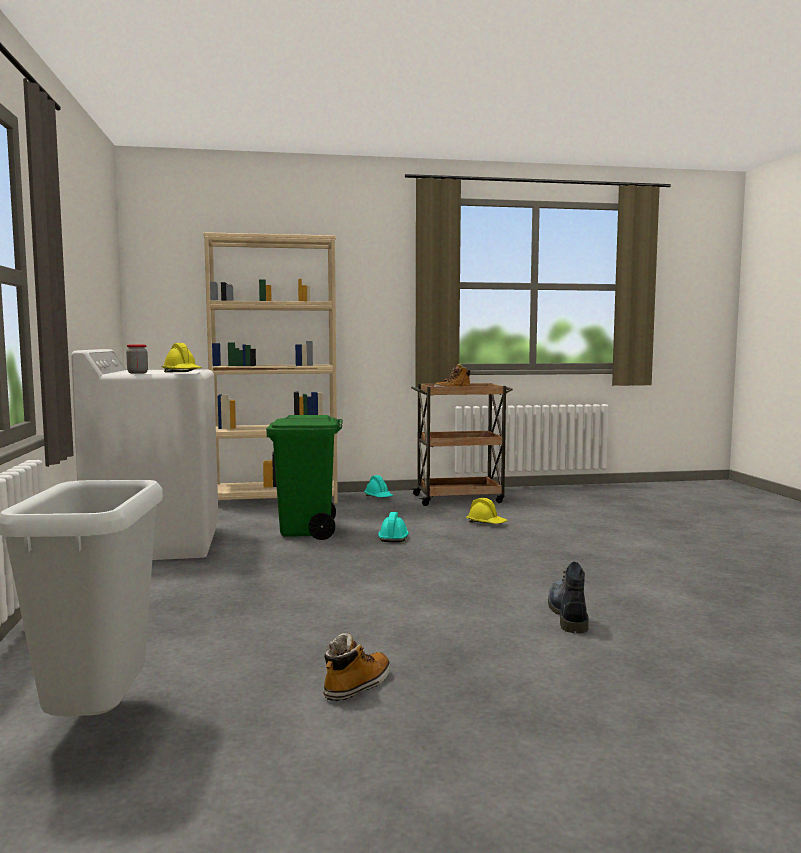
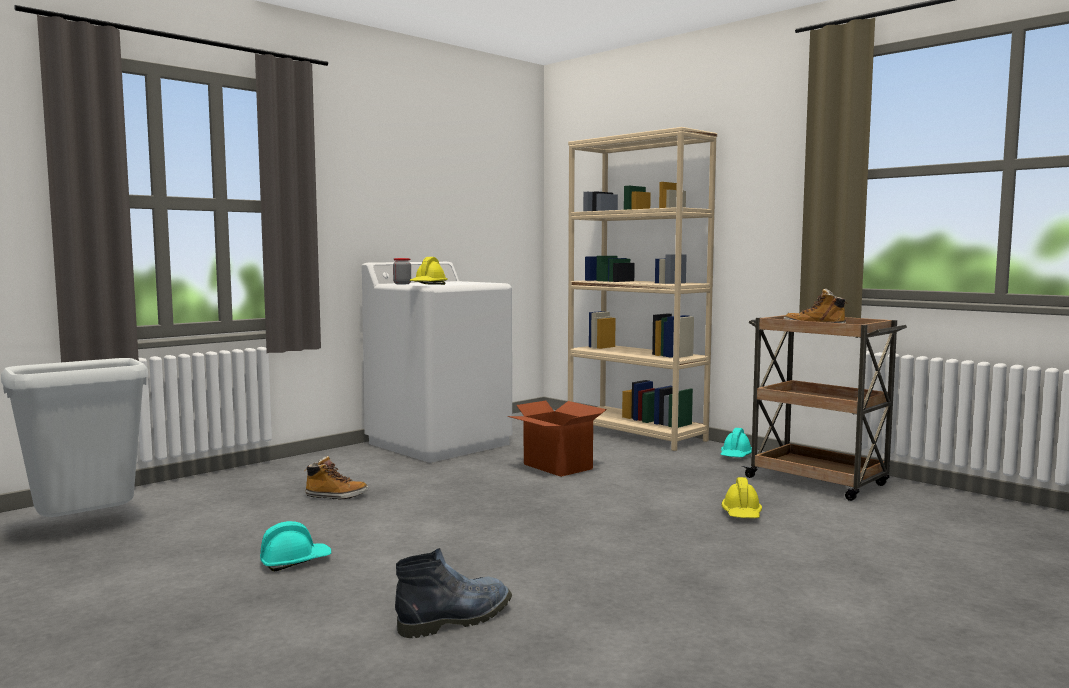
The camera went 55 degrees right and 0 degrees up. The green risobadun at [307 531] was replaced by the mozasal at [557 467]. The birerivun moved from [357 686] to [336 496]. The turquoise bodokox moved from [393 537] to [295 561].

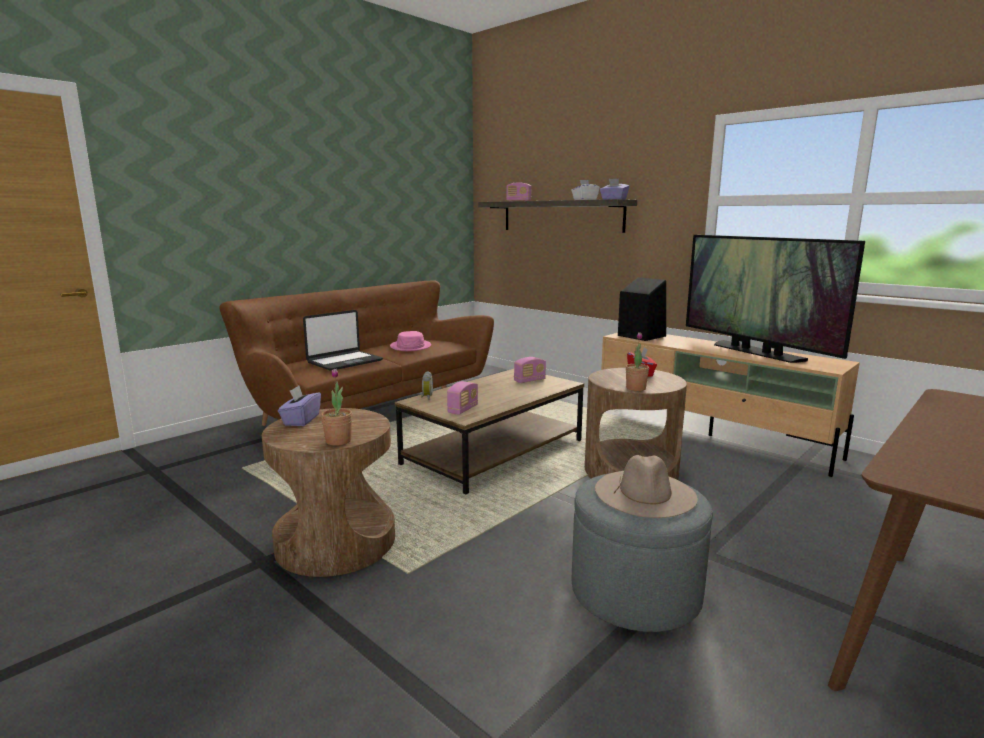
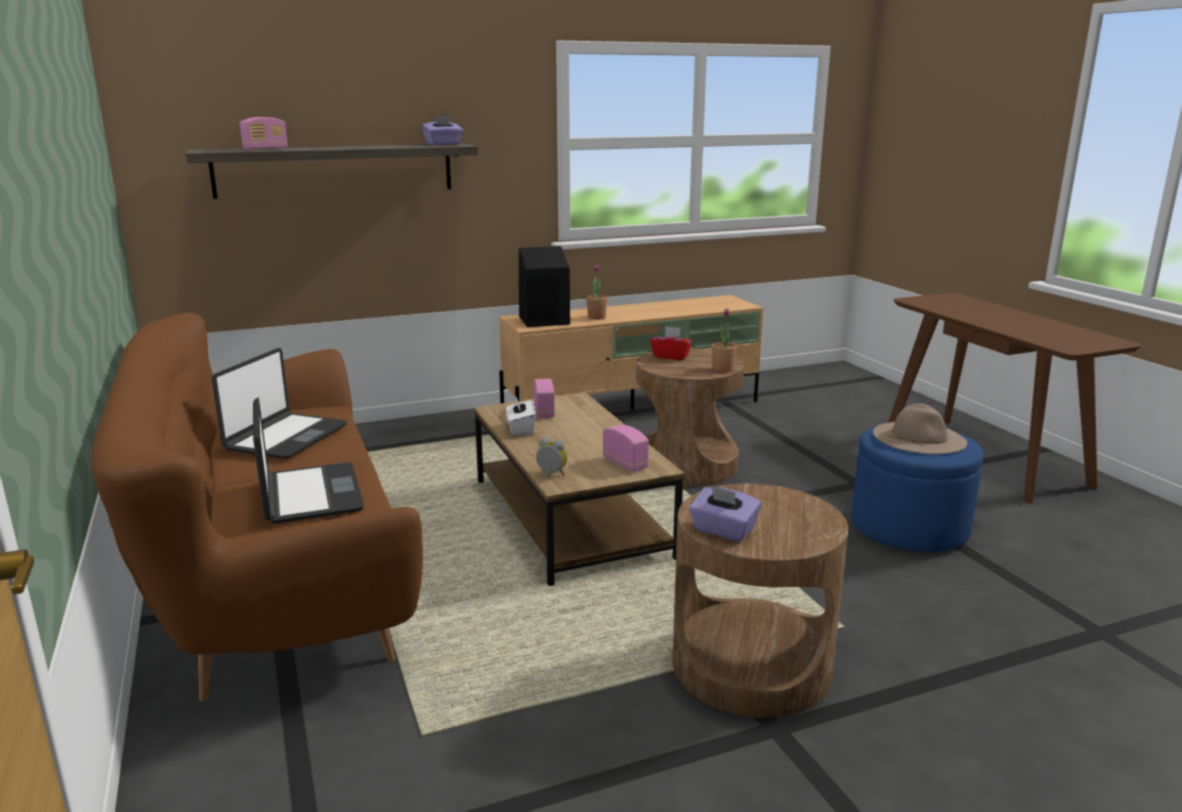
The camera went 65 degrees left and 5 degrees up. The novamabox moved from [338 441] to [596 317]. The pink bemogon at [410 346] was replaced by the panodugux at [285 437]. The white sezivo moved from [584 200] to [520 429]. The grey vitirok at [635 592] became the blue vitirok at [909 527]. The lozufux at [756 352] disappeared.

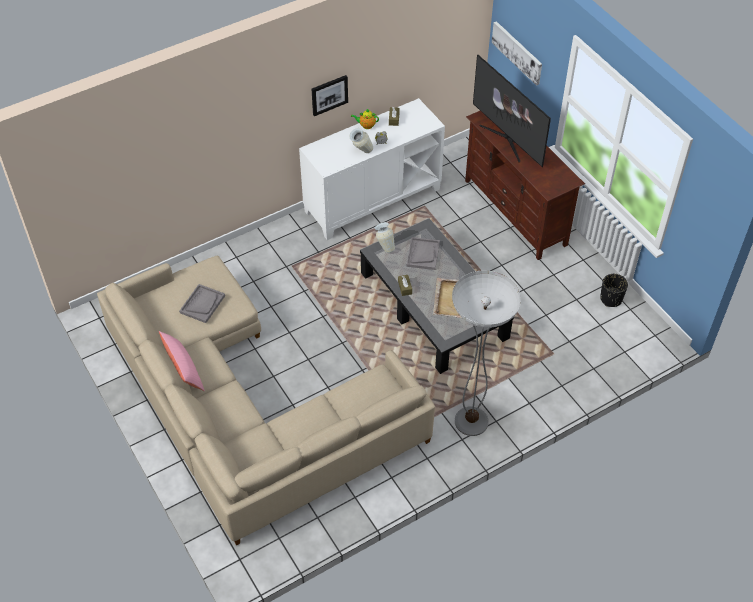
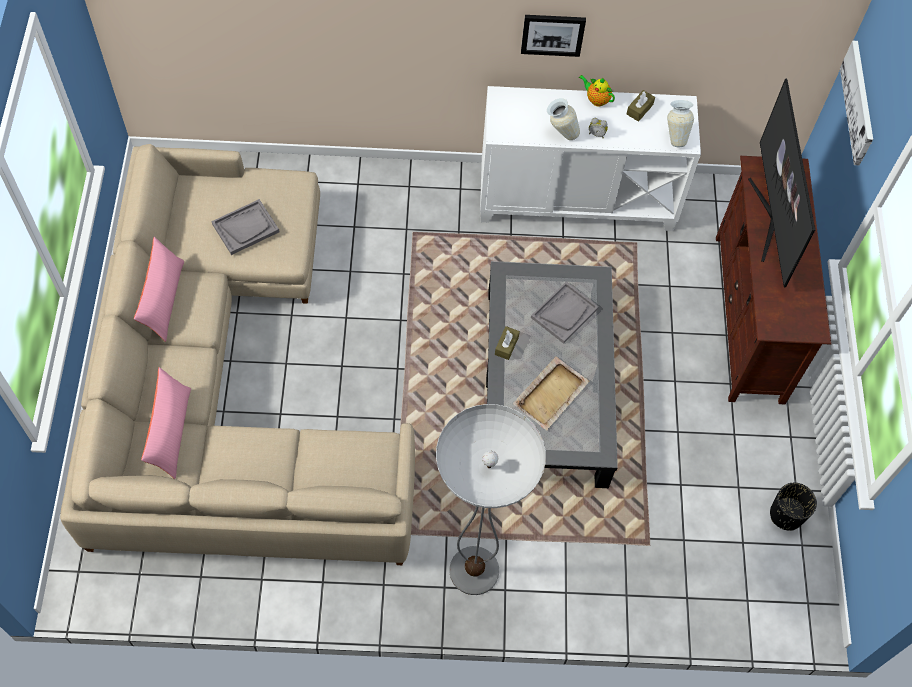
The camera went 30 degrees right and 10 degrees up. The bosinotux moved from [385 247] to [675 136]. The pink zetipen at [171 432] appeared.

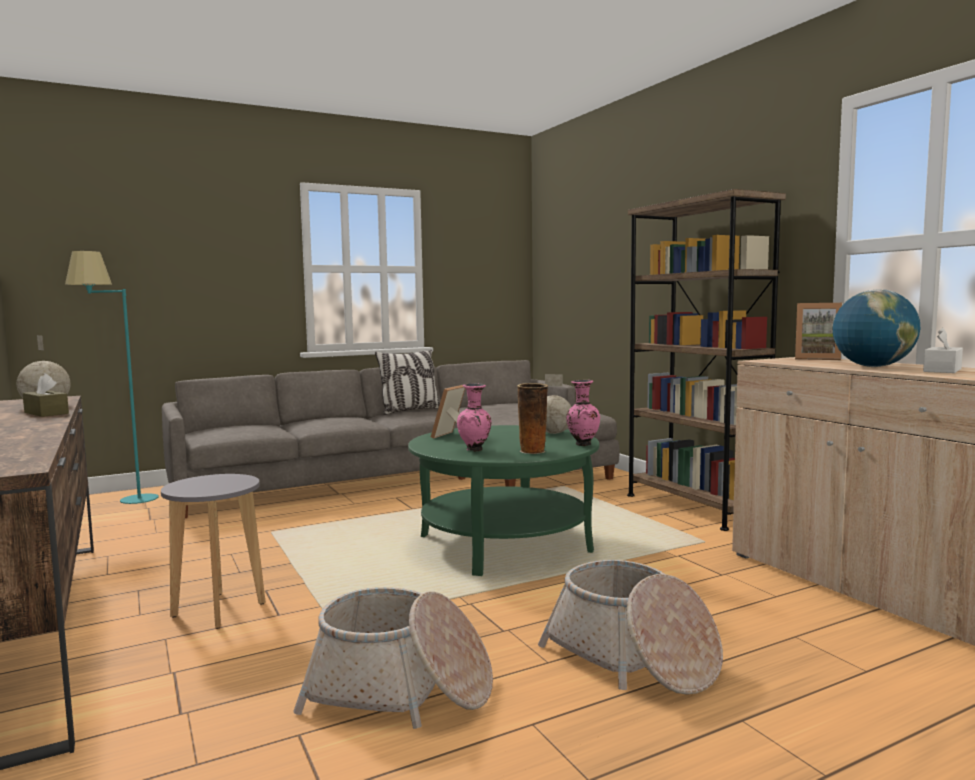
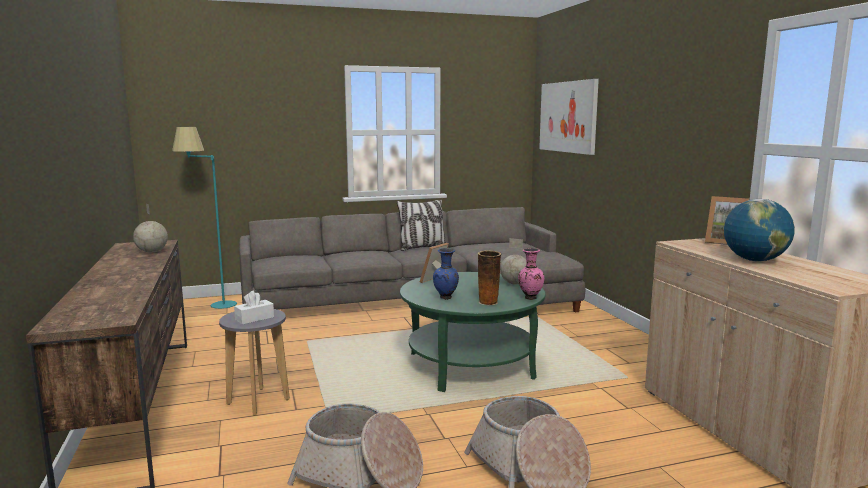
The camera went 10 degrees right and 5 degrees up. The brown sezivo at [46 413] disappeared. The pink bosinotux at [475 450] became the blue bosinotux at [446 298]. The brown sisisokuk at [694 507] disappeared. The white sezivo moved from [942 370] to [254 318]. The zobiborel at [568 117] appeared.

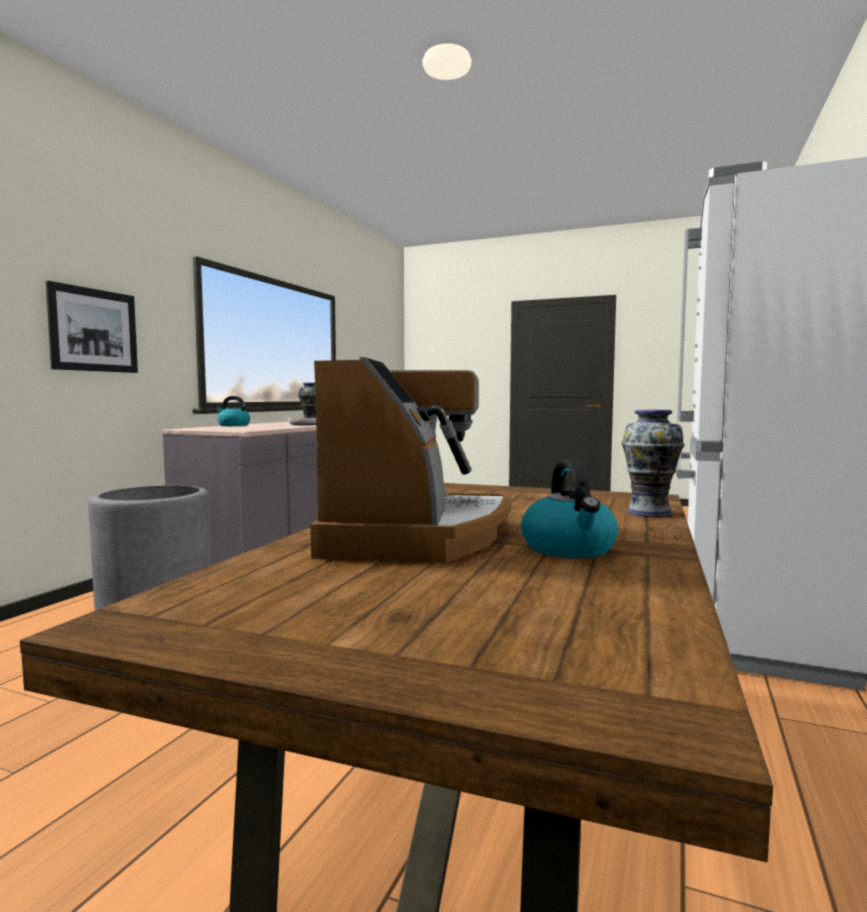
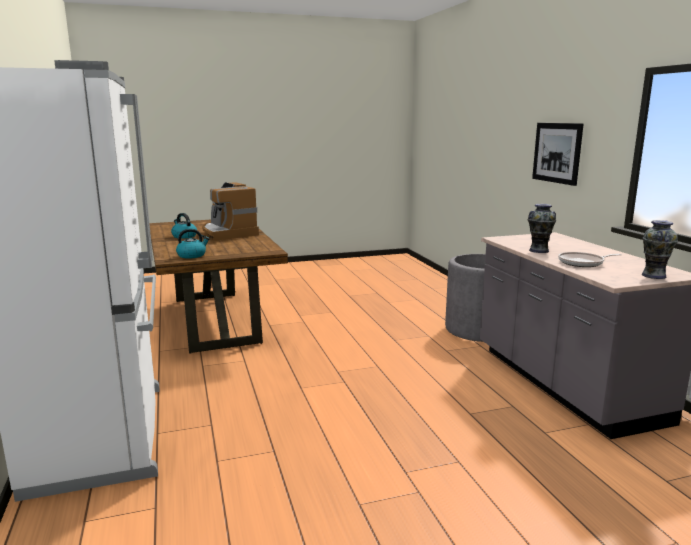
The camera went 140 degrees right and 10 degrees up. The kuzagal moved from [233 425] to [192 255]. The bosinotux moved from [649 513] to [539 250].

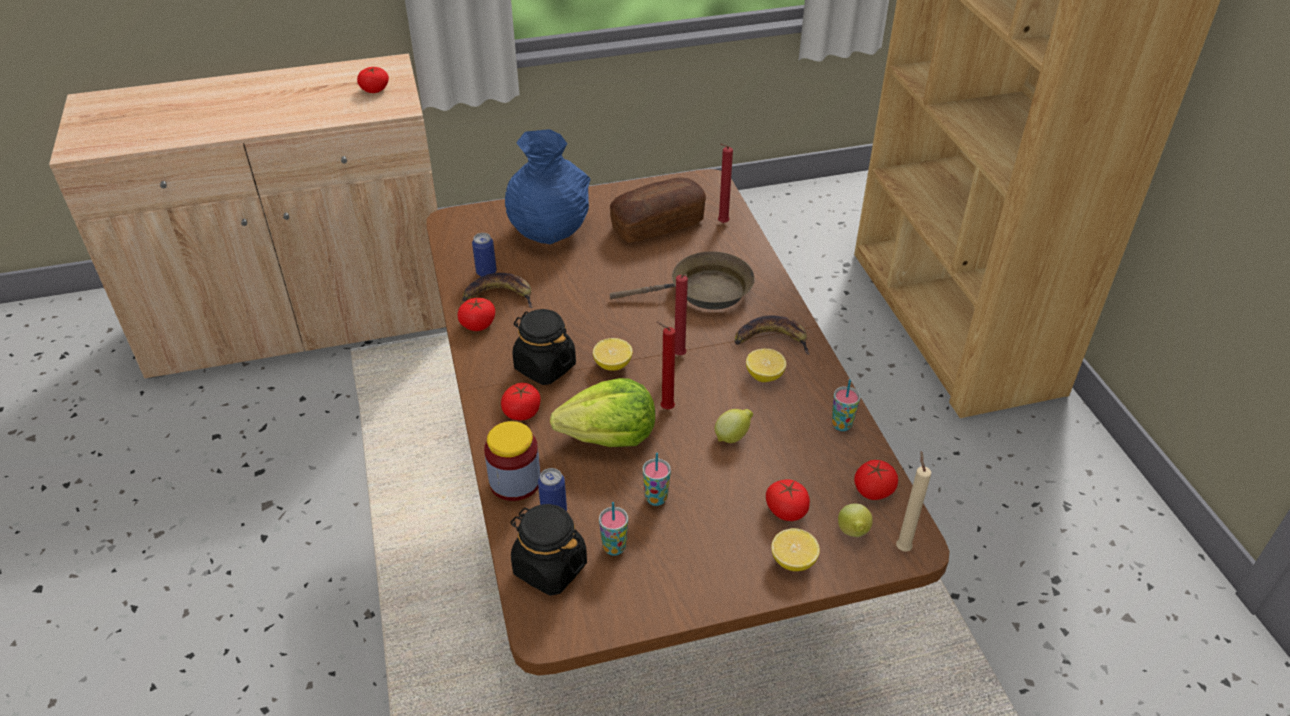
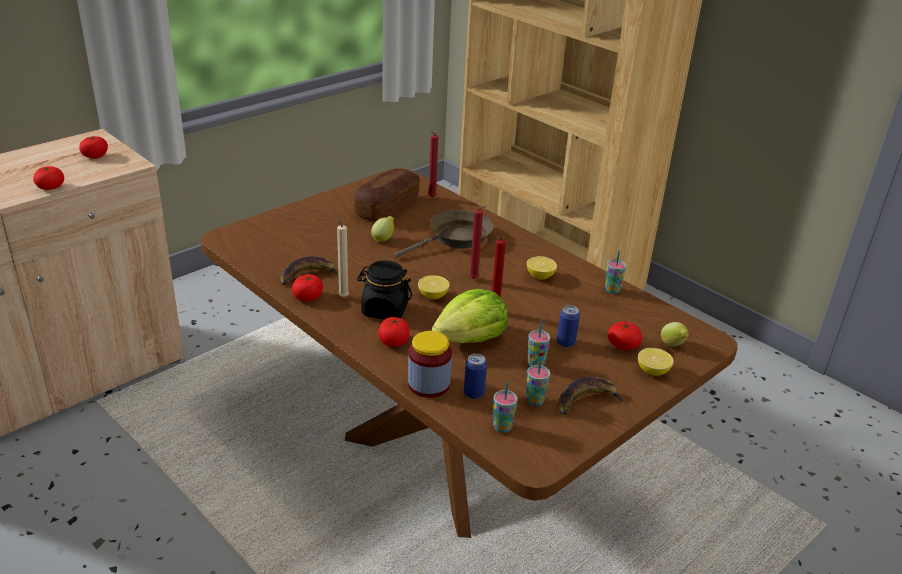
The camera went 30 degrees left and 10 degrees down. The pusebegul moved from [486 272] to [565 342]. The blue bosinotux at [549 229] disappeared. The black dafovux at [549 567] was replaced by the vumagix at [502 427]. The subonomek moved from [733 437] to [383 239]. The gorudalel moved from [772 339] to [587 401]. The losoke moved from [873 490] to [50 187]. The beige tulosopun moved from [902 547] to [342 296].

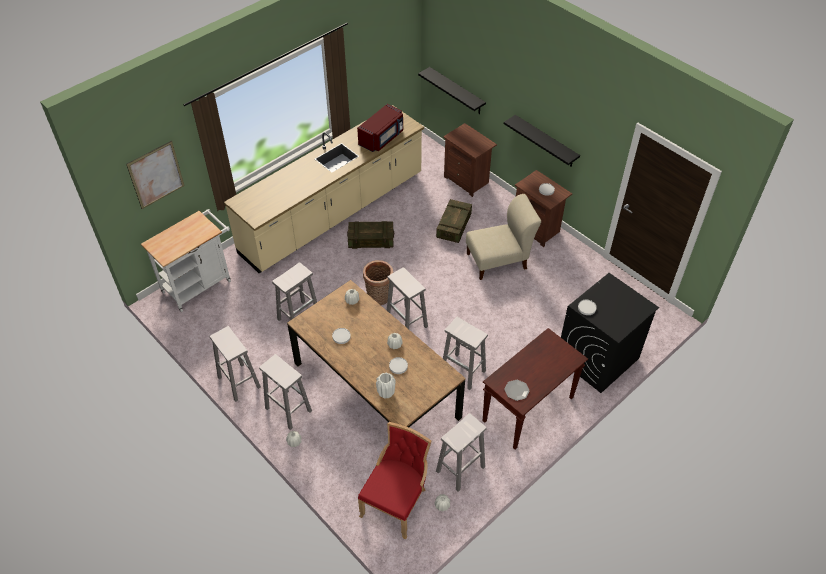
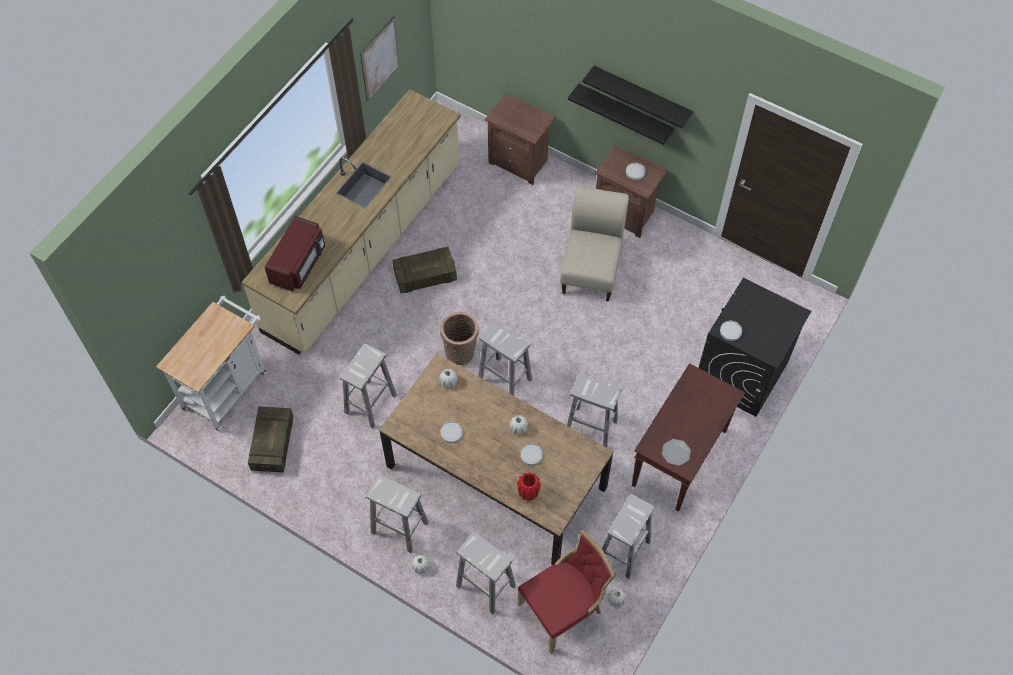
The camera went 15 degrees left and 10 degrees up. The zobiborel moved from [156 175] to [380 59]. The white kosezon moved from [238 382] to [485 585]. The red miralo moved from [382 138] to [299 264]. The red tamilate at [396 502] turned 45 degrees clockwise. The white bosinotux at [386 393] became the red bosinotux at [528 493]. The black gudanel moved from [456 91] to [641 96]. The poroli moved from [454 226] to [273 444]. The beige tamilate at [499 260] turned 45 degrees counterclockwise.

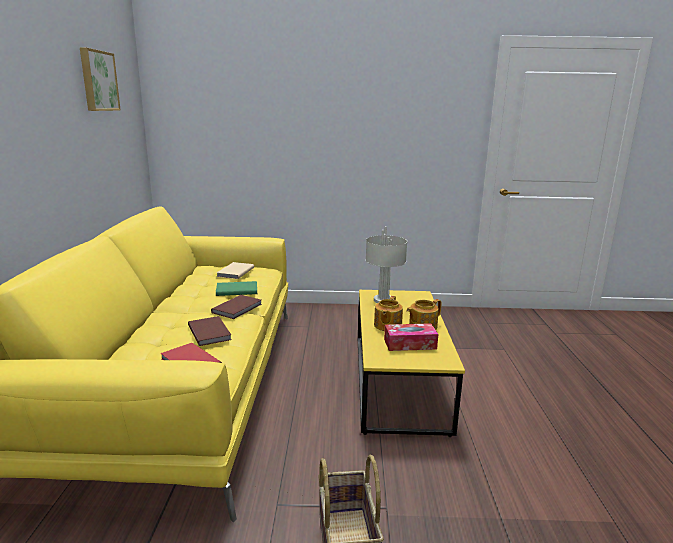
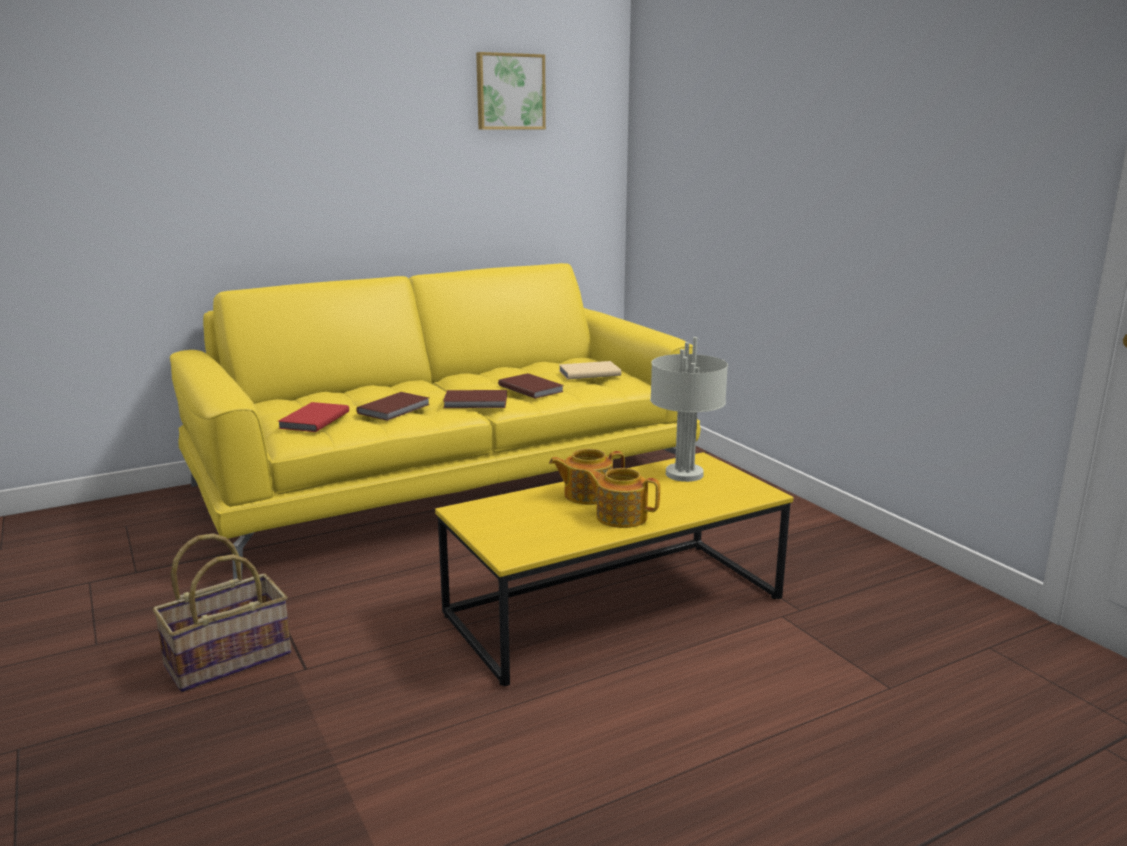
The camera went 60 degrees right and 0 degrees up. The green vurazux at [236 290] became the brown vurazux at [531 388]. The sezivo at [410 344] disappeared.

